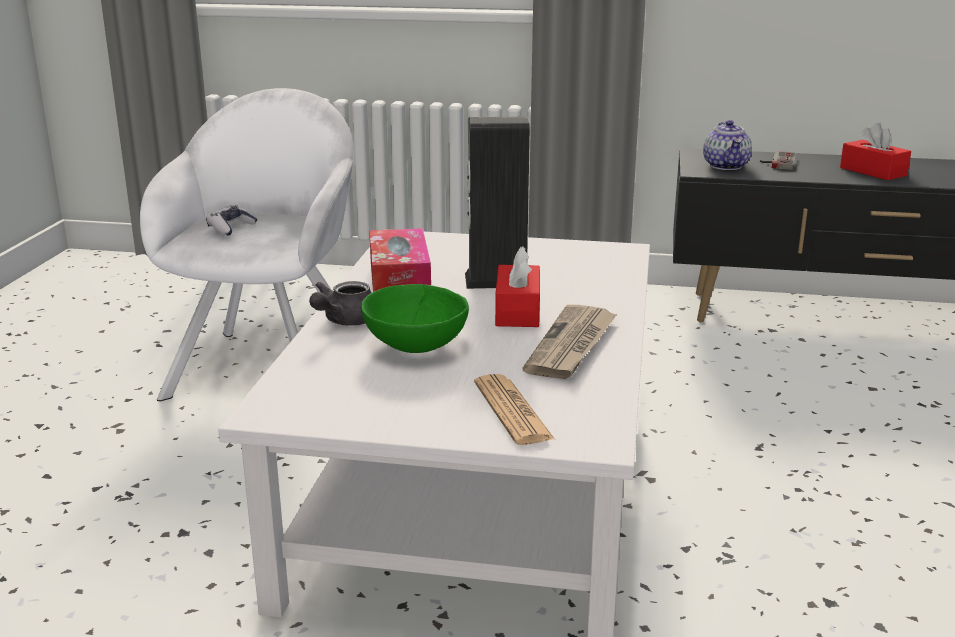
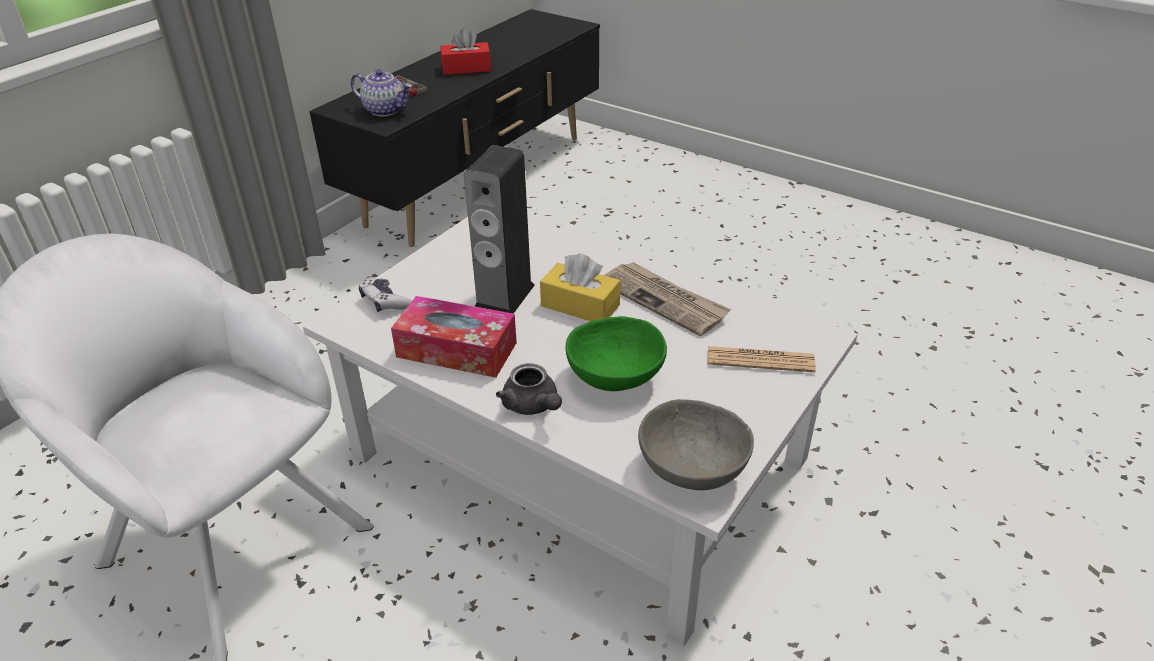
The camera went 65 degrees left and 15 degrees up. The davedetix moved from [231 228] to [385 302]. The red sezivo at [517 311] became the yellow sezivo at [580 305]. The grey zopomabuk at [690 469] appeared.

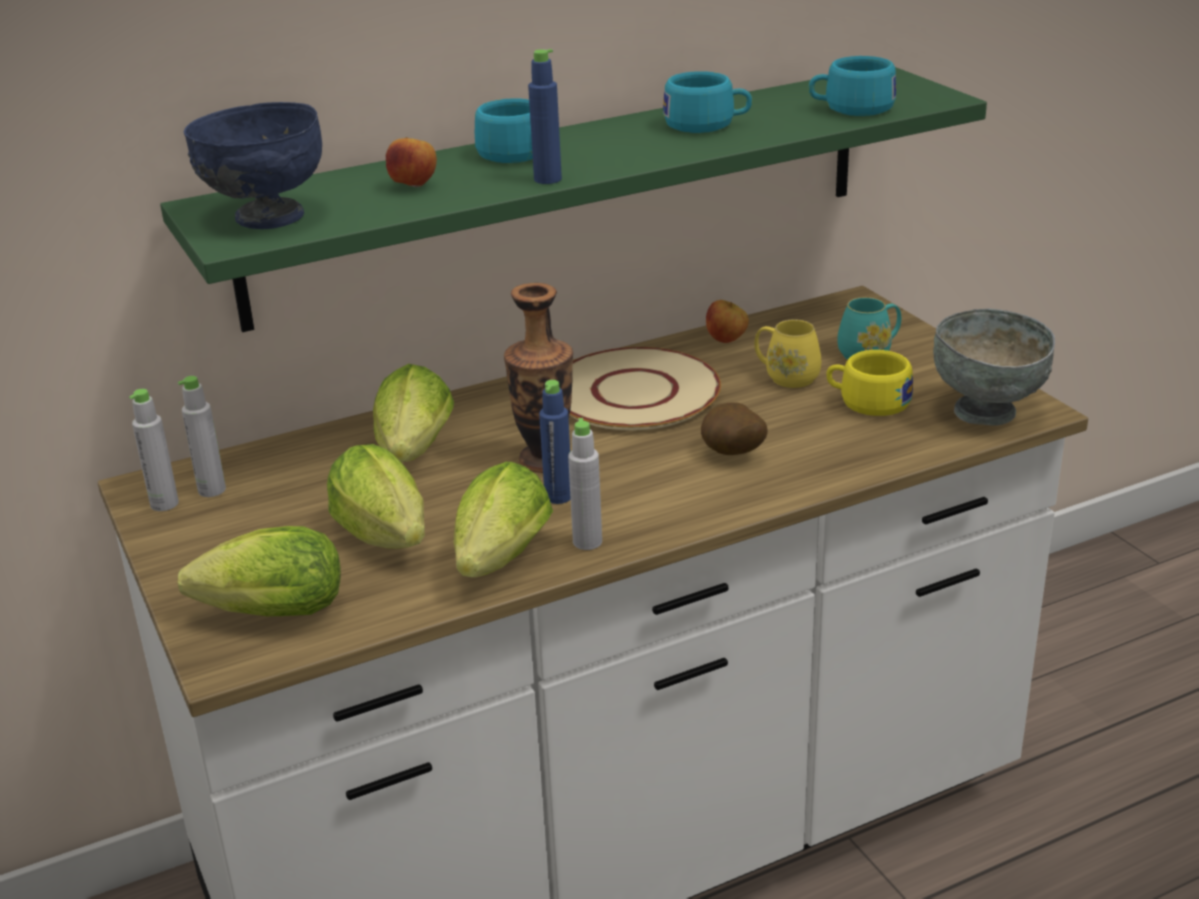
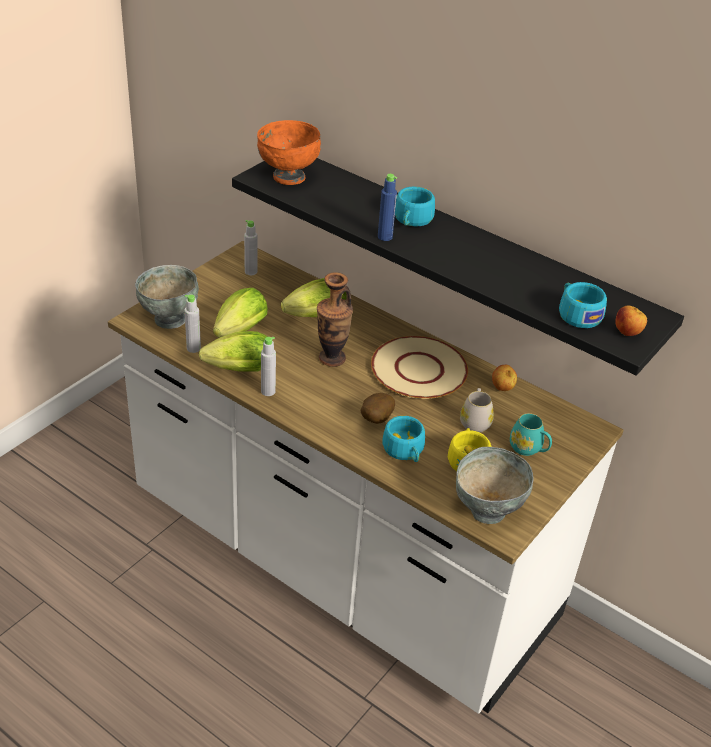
The camera went 60 degrees right and 10 degrees up. The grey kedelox moved from [164 504] to [193 348]. The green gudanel at [564 193] became the black gudanel at [463 256]. The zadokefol at [265 615] was replaced by the grey zopomabuk at [169 319]. The blue zopomabuk at [267 217] became the orange zopomabuk at [288 176]. The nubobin moved from [414 186] to [627 333]. The blue kedelox at [558 496] disappeared. The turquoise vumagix moved from [707 124] to [405 451]. The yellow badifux at [786 377] became the white badifux at [475 421].

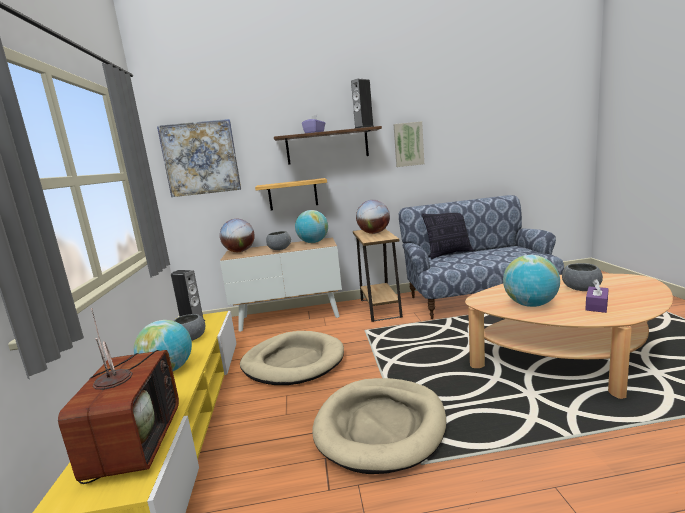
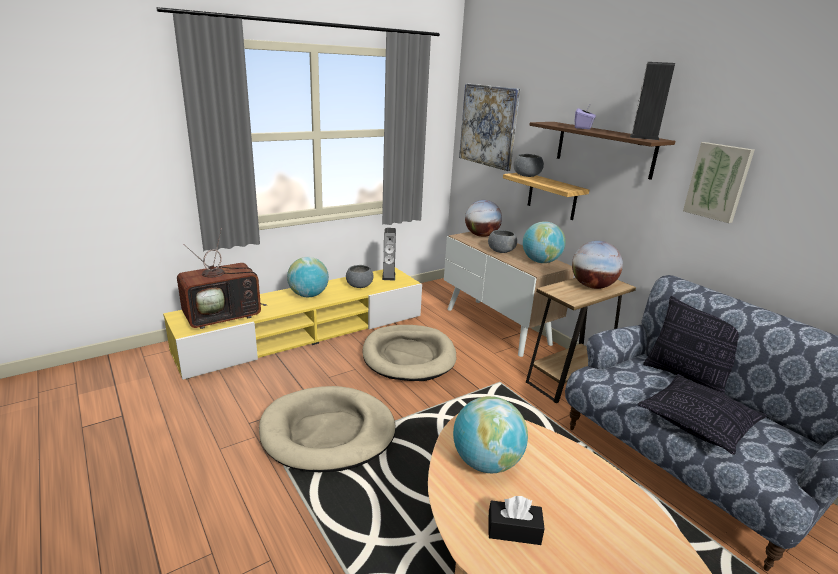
The camera went 60 degrees right and 10 degrees up. The grey zopomabuk moved from [581 289] to [526 176]. The purple sezivo at [596 305] became the black sezivo at [514 530]. The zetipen at [698 423] appeared.

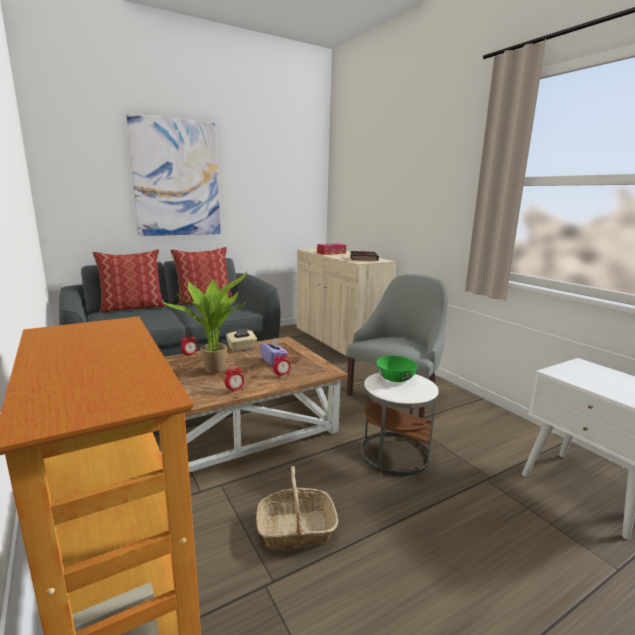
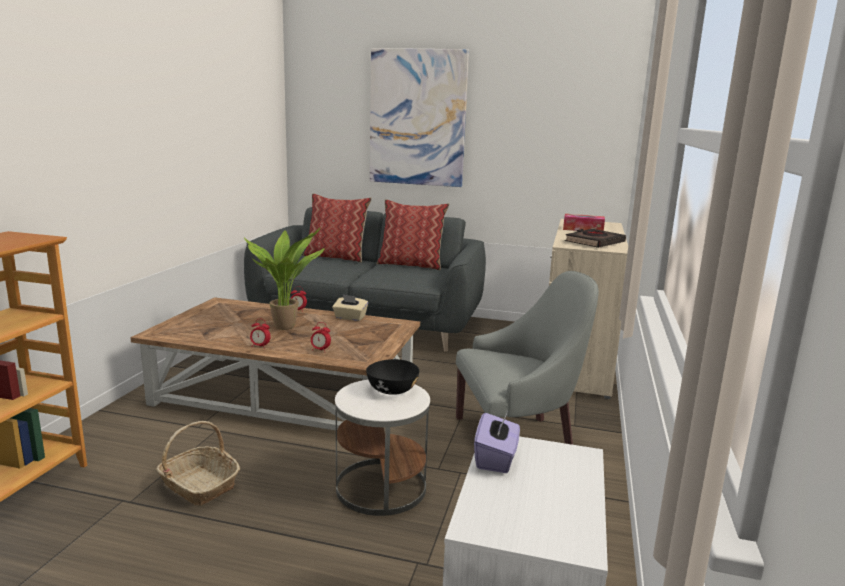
The camera went 45 degrees right and 0 degrees up. The purple sezivo moved from [273 361] to [496 459]. The green zopomabuk at [395 378] became the black zopomabuk at [392 390].

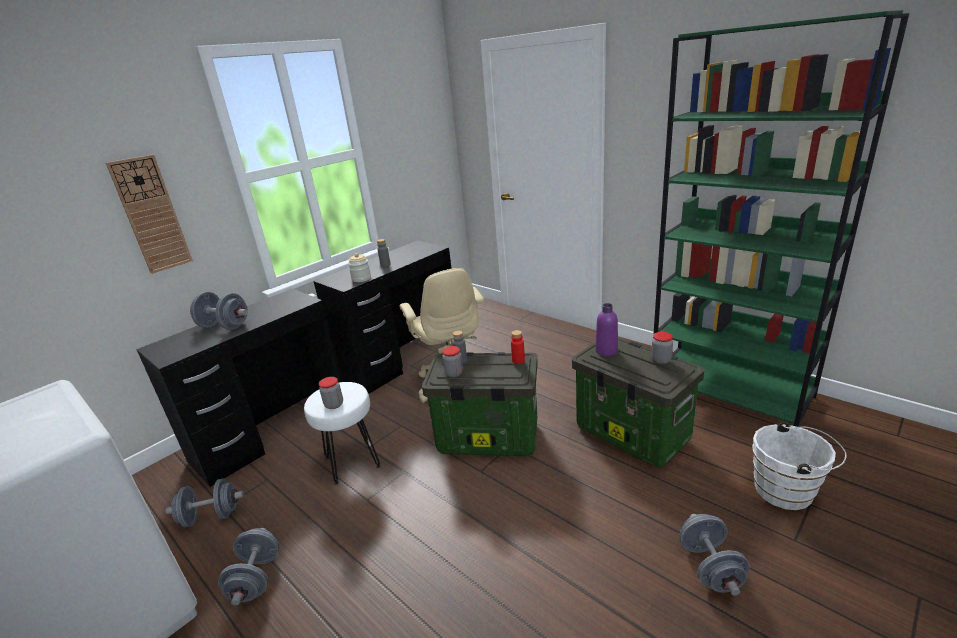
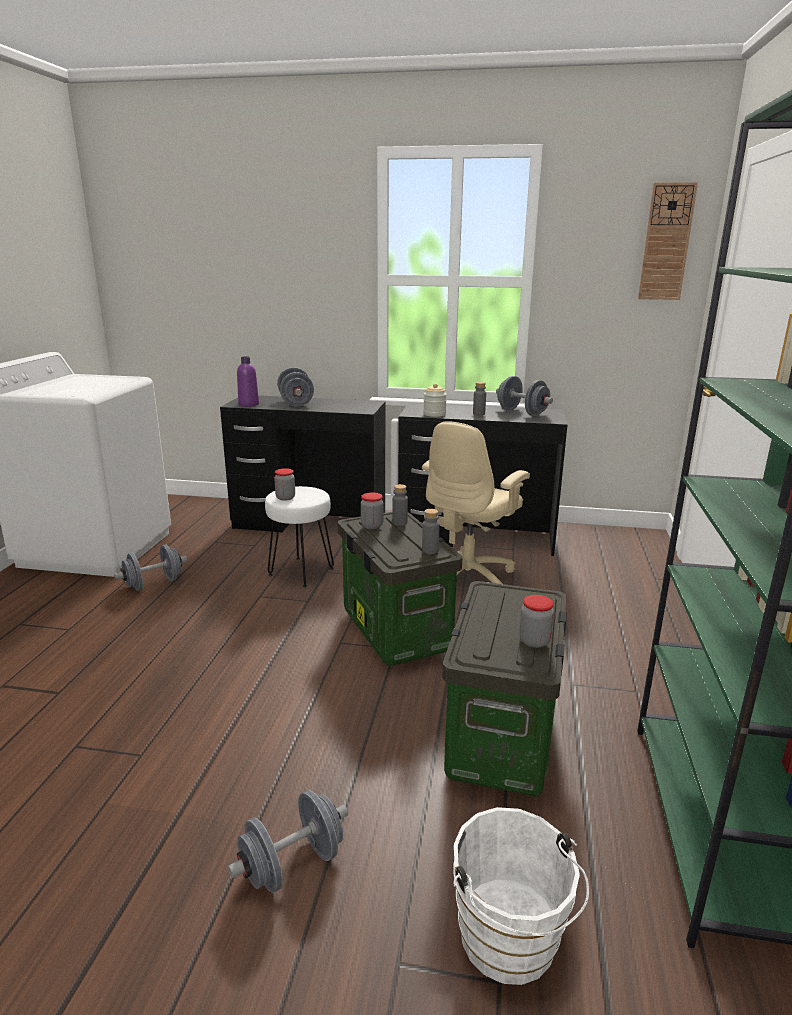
The camera went 55 degrees right and 5 degrees down. The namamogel moved from [151 215] to [666 242]. The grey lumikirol moved from [211 516] to [522 412]. The red kedelox at [518 361] became the grey kedelox at [430 550]. The purple kedelox moved from [606 351] to [248 404].

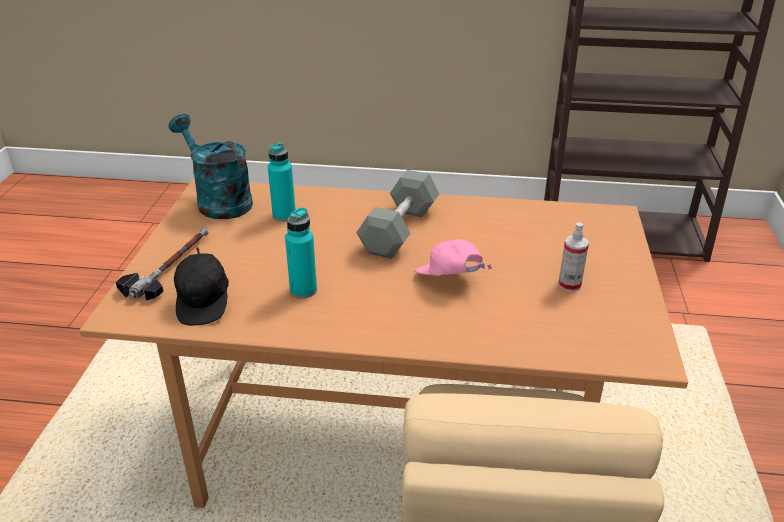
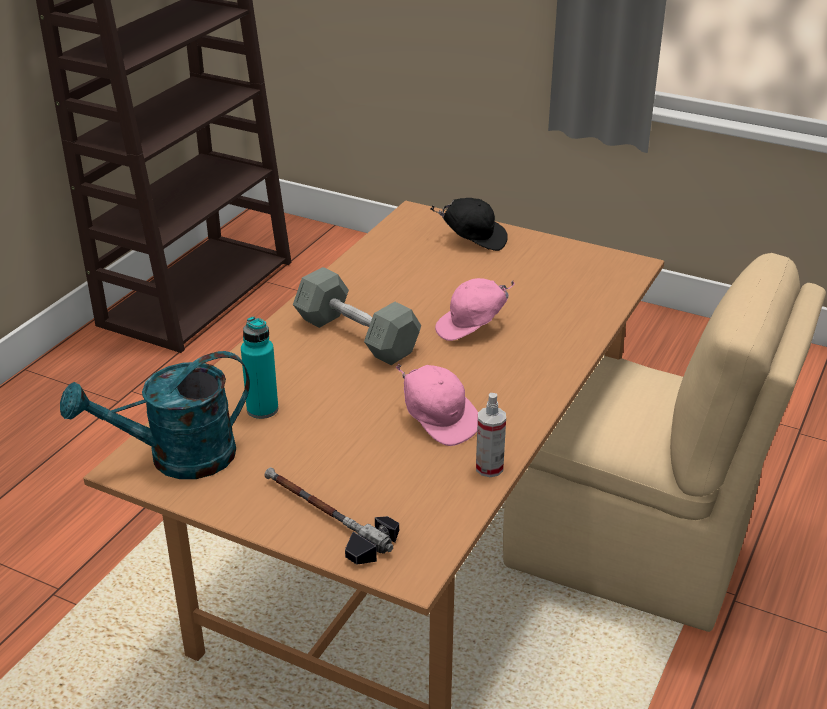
The camera went 70 degrees left and 0 degrees up. The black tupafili moved from [204 303] to [473 239]. The turquoise kedelox at [303 290] was replaced by the pink tupafili at [439 420]. The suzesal moved from [569 285] to [489 468].

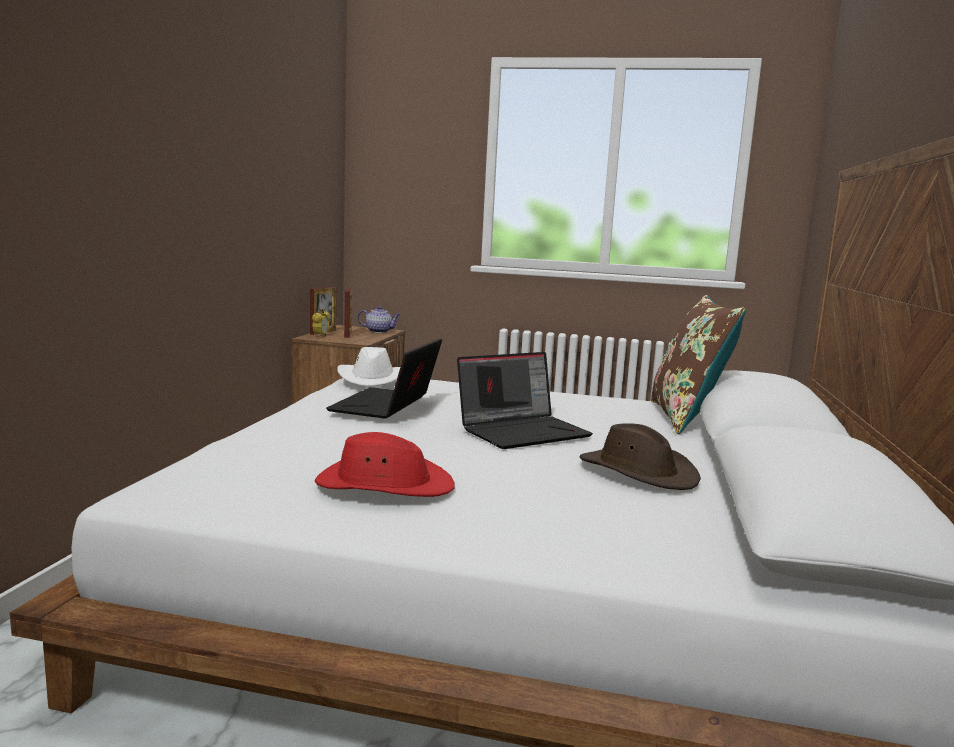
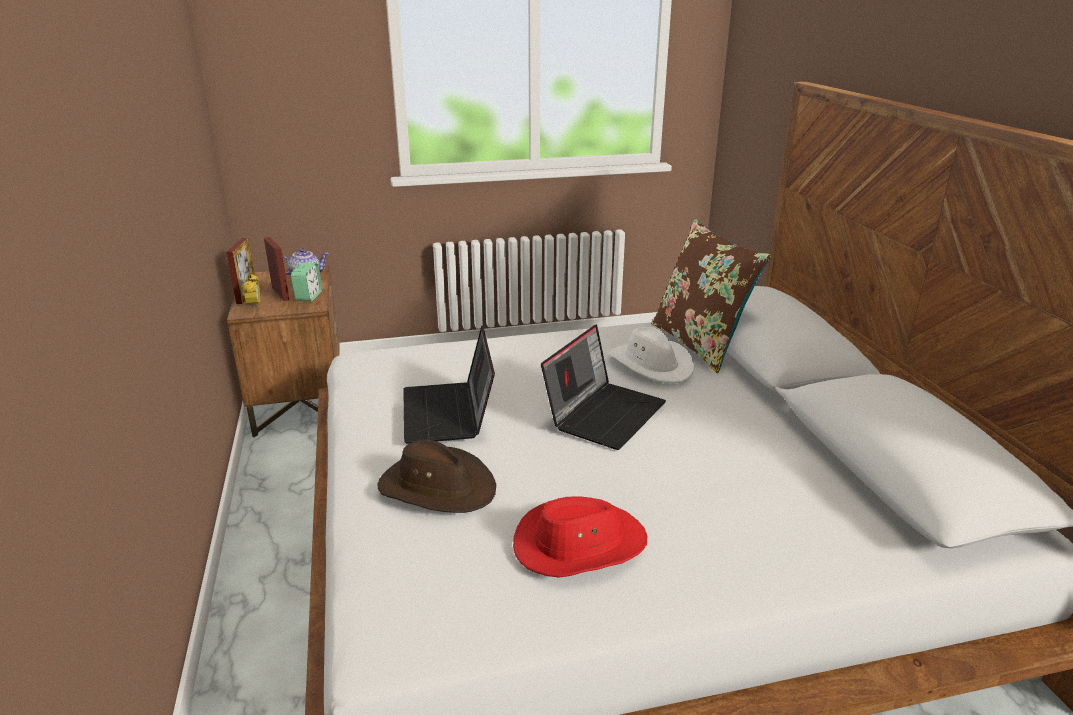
The camera went 25 degrees left and 15 degrees up. The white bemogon moved from [372 378] to [652 364]. The brown bemogon moved from [638 472] to [437 487]. The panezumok at [309 296] appeared.

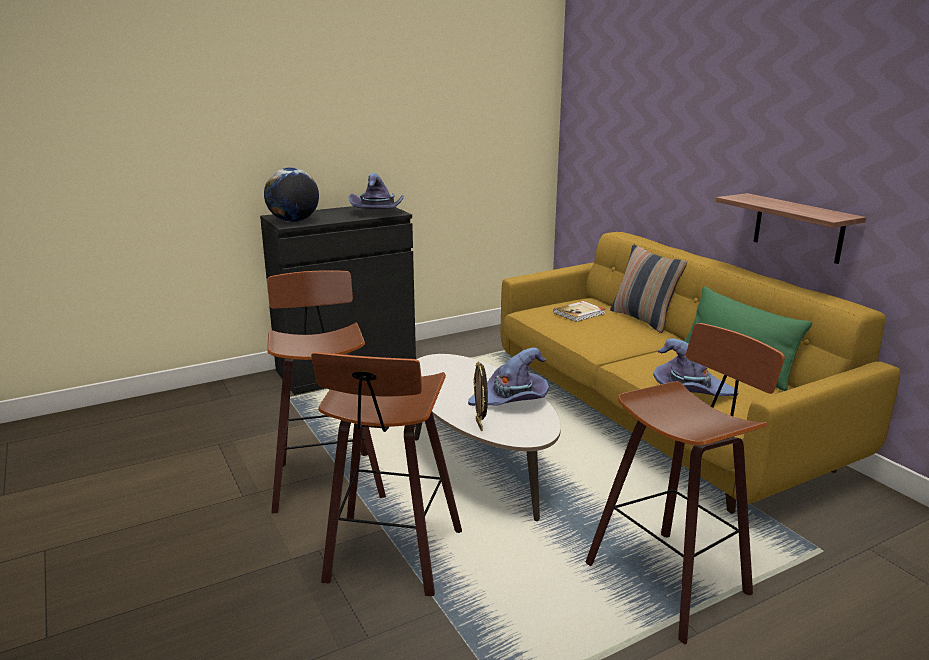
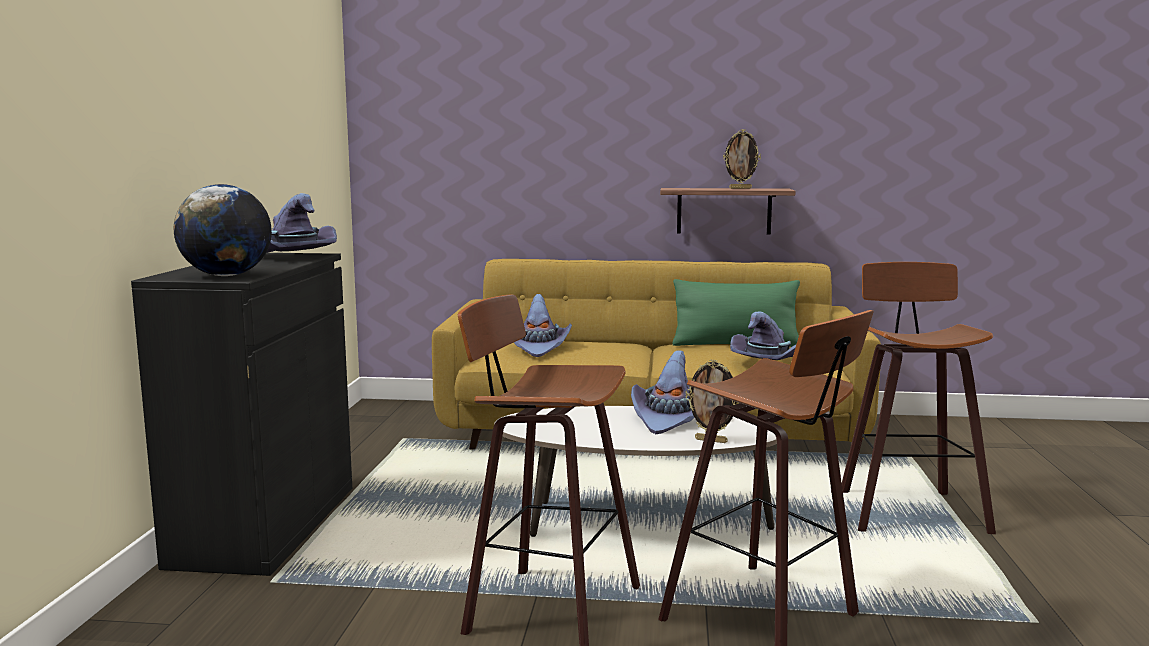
The camera went 55 degrees left and 10 degrees down. The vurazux at [580 313] was replaced by the purple bemogon at [538 347]. The zetipen at [643 319] disappeared. The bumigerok at [740 188] appeared.

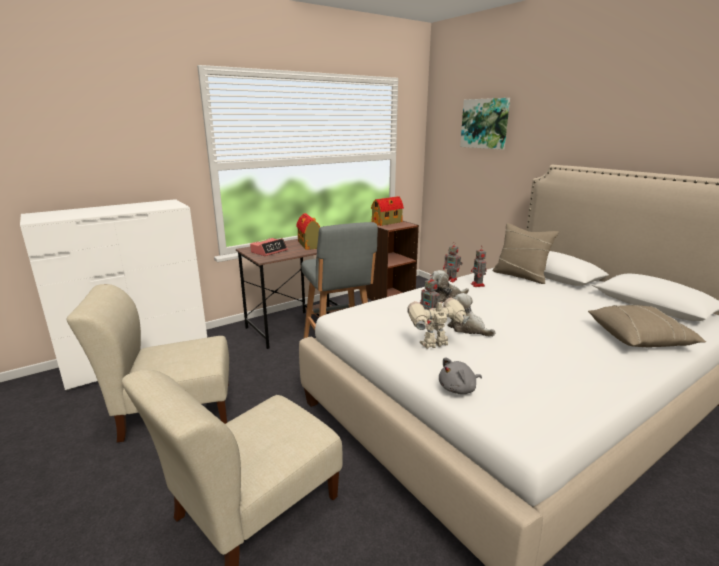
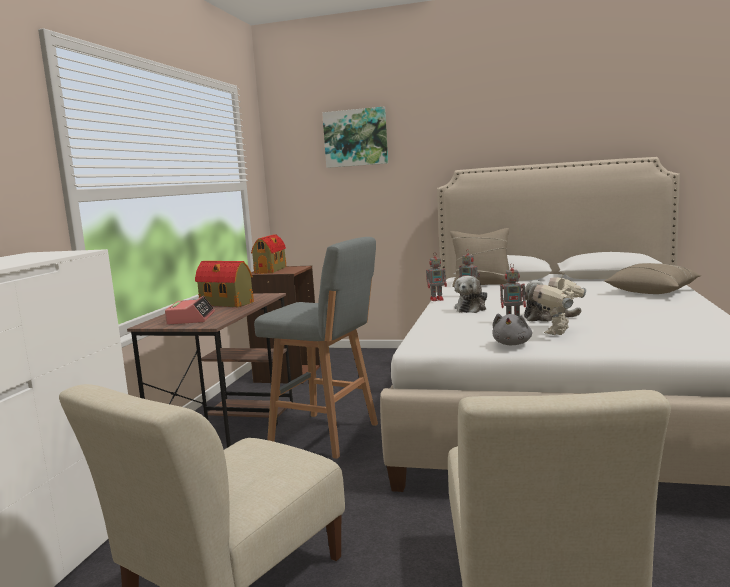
The camera went 40 degrees left and 10 degrees down. The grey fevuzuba moved from [458 389] to [512 344].

